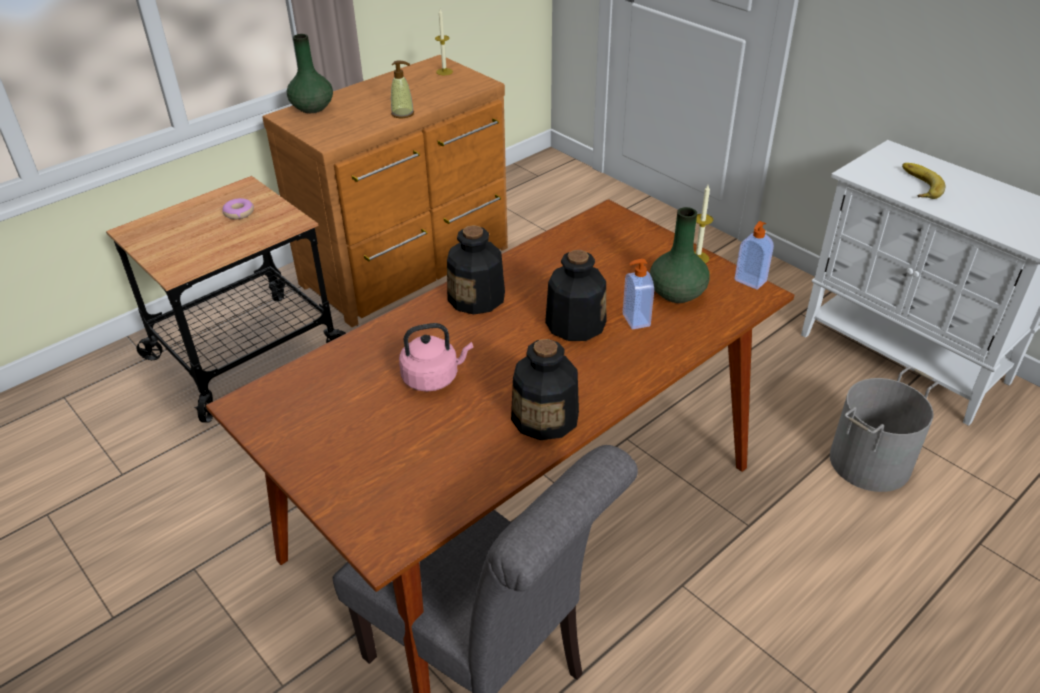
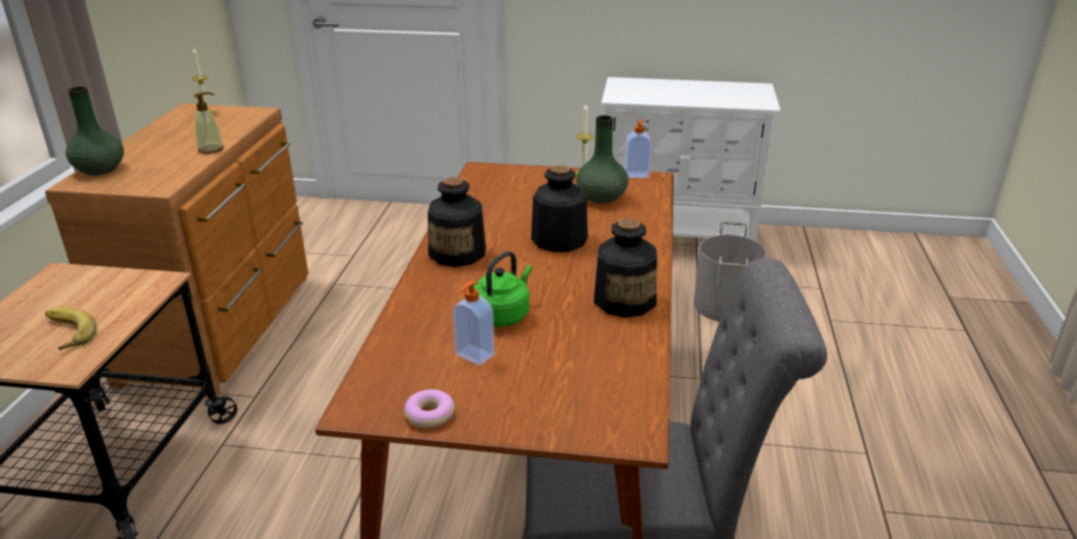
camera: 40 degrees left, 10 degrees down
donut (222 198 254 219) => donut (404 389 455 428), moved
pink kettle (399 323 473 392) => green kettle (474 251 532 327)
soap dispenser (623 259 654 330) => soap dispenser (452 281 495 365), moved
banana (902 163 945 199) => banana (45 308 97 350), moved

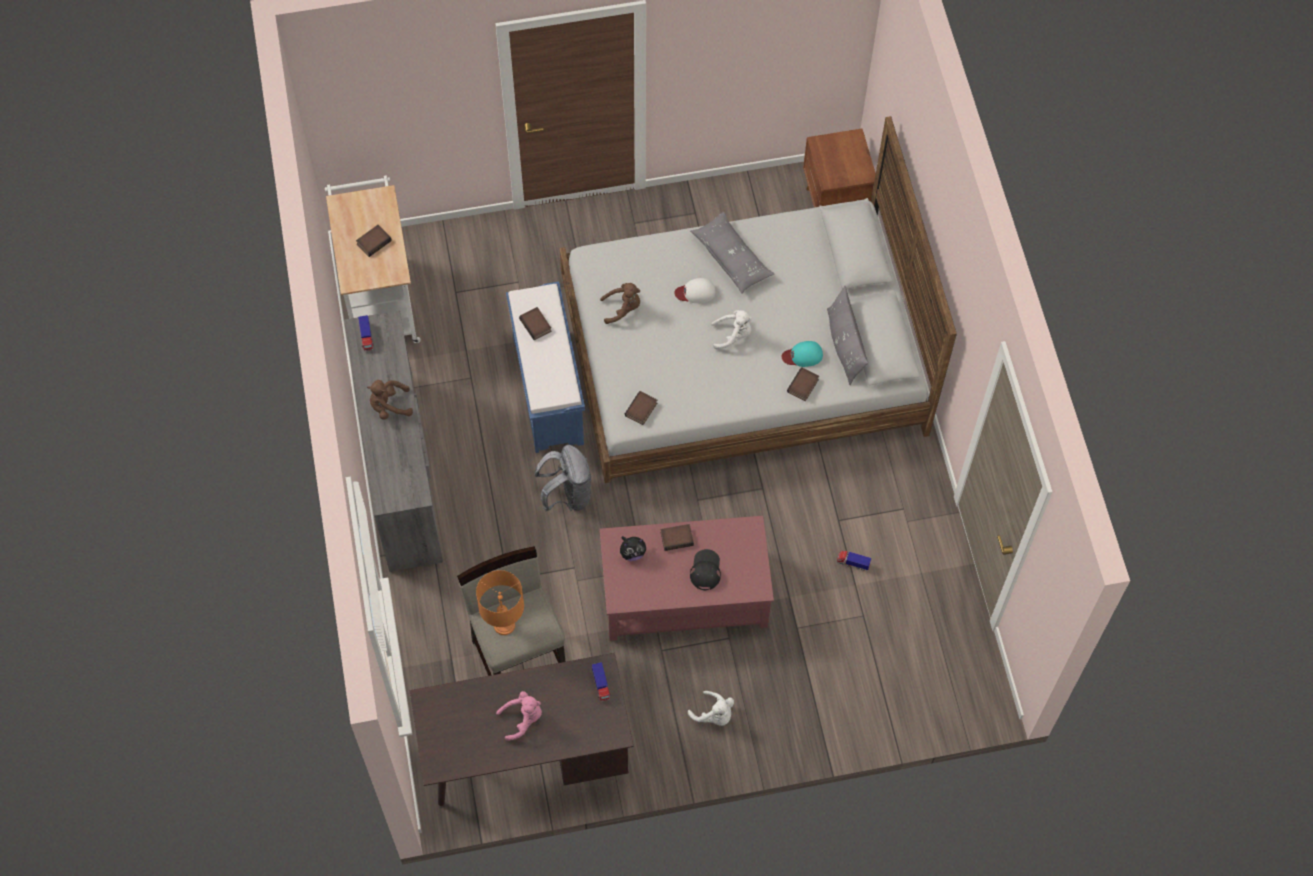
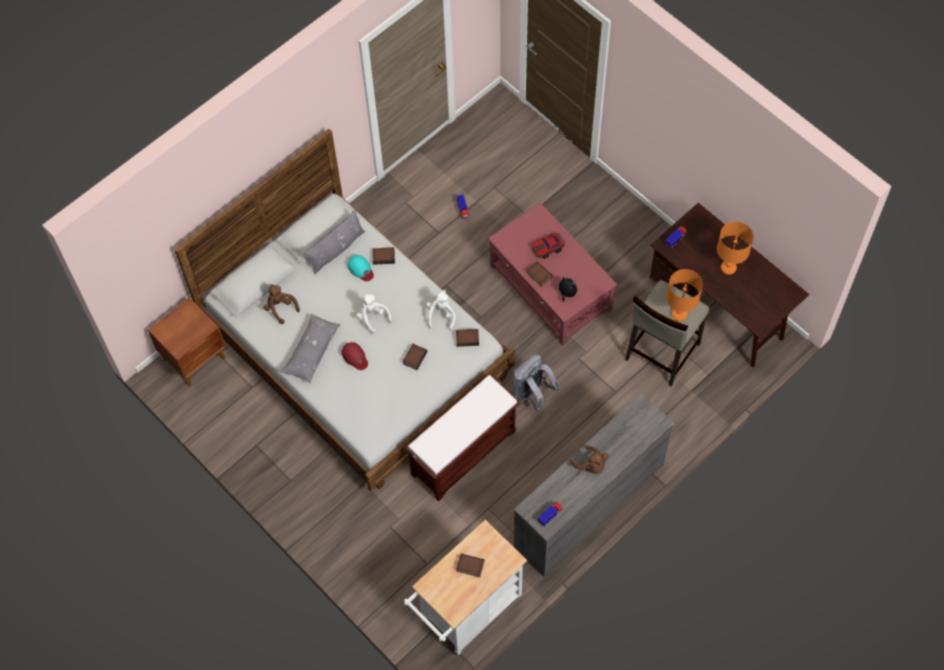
camera: 120 degrees left, 0 degrees up
pink plush toy (496 691 542 741) => orange table lamp (717 222 754 275)
blue bench (506 282 585 453) => brown bench (404 373 521 501)
book (519 307 552 340) => book (402 344 428 370), moved
brown plush toy (600 283 640 324) => brown plush toy (264 284 300 324), moved
white cap (674 278 715 303) => red cap (341 342 368 370)
white plush toy (688 691 734 726) => white plush toy (426 290 456 330), moved
black cap (690 549 721 590) => toy car (532 233 565 259)

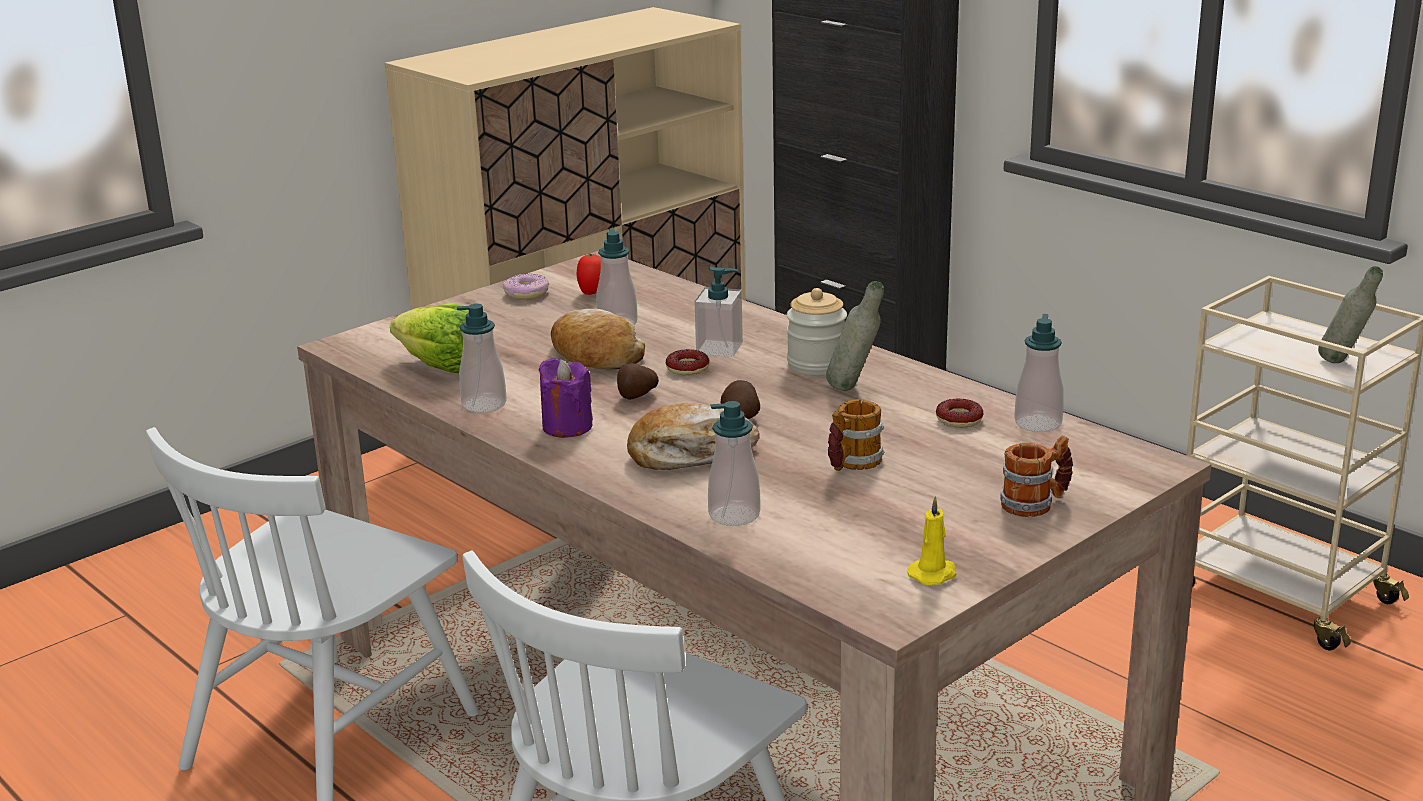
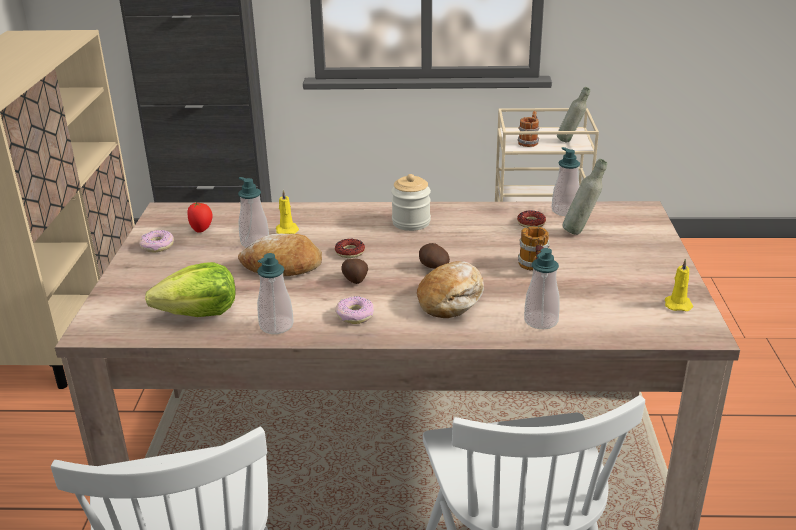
camera: 45 degrees left, 5 degrees up
purple candle (539 358 593 438) => donut (335 296 374 324)
soap dispenser (695 267 743 357) => nothing
grey bottle (826 281 884 391) => grey bottle (562 159 607 235), moved
mug (1000 435 1073 517) => mug (517 111 540 147), moved
nothing => yellow candle (276 190 299 234)

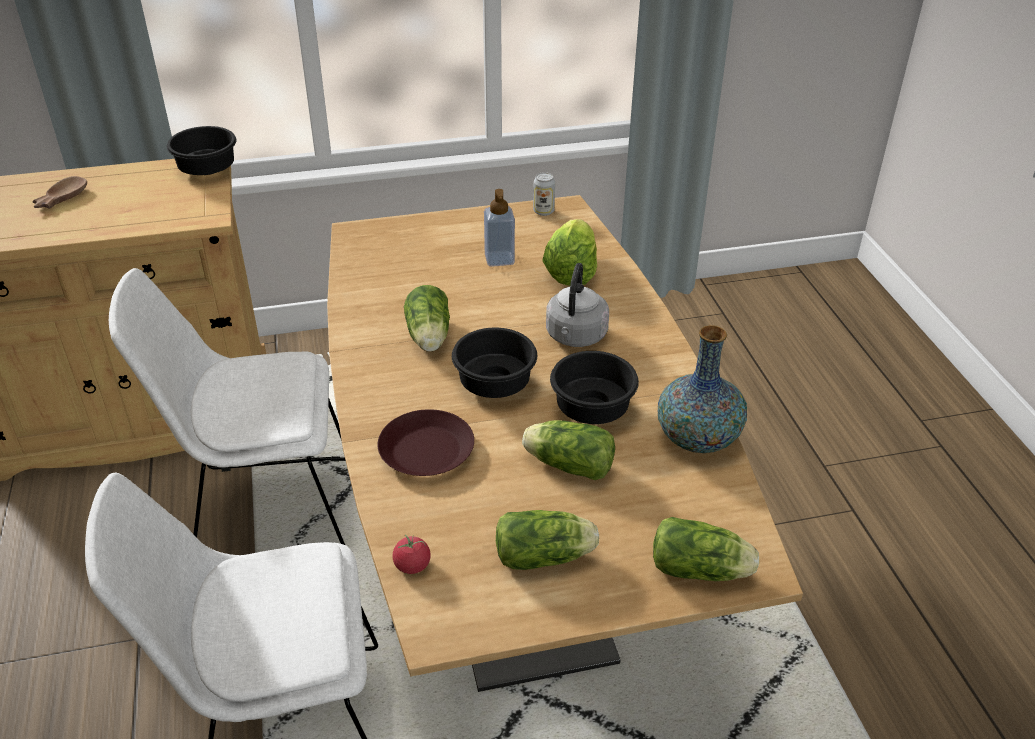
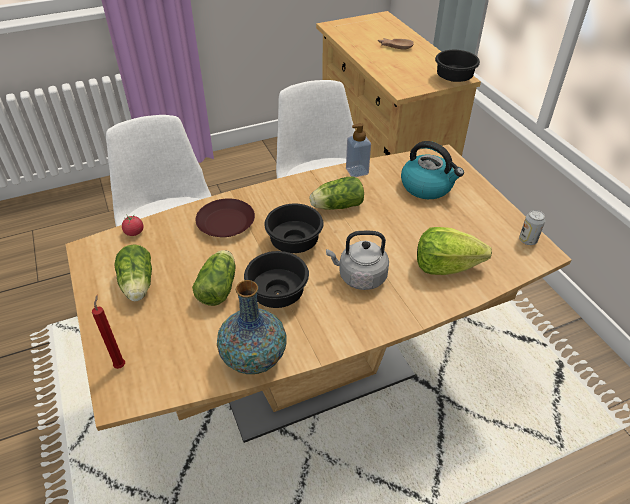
camera: 80 degrees right, 5 degrees up
soap dispenser (484 189 515 267) => soap dispenser (346 123 371 177), moved
lettuce (653 517 760 581) => red candle (92 295 125 369)
nothing => kettle (401 141 464 199)

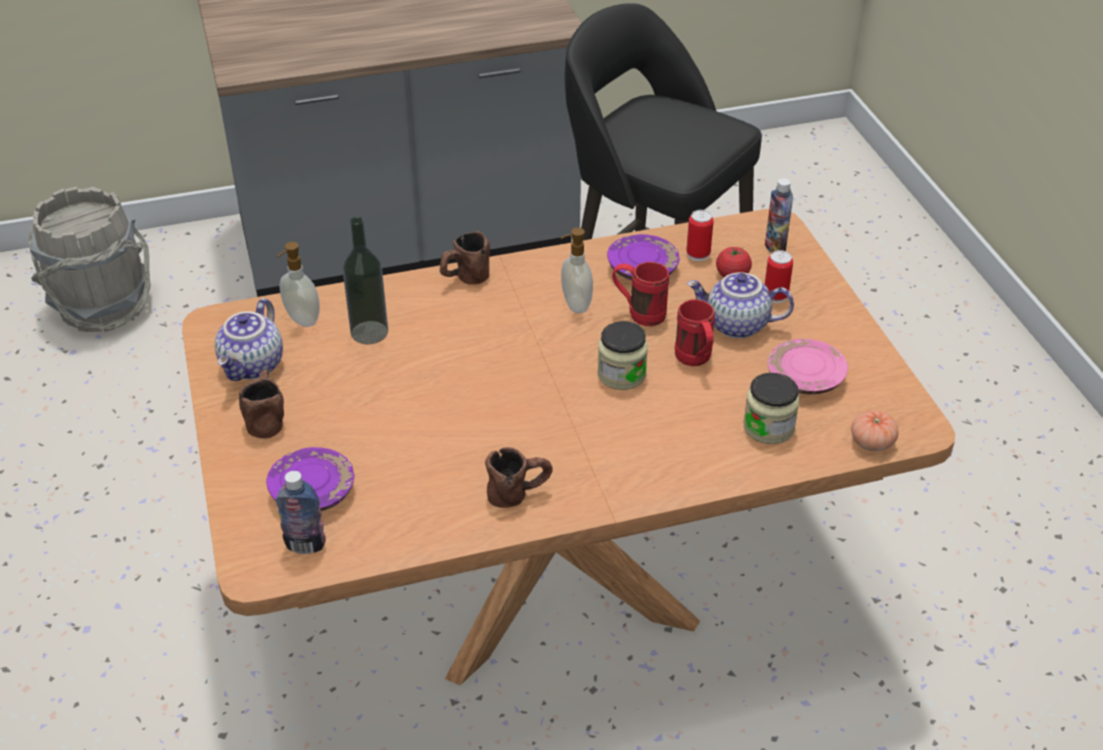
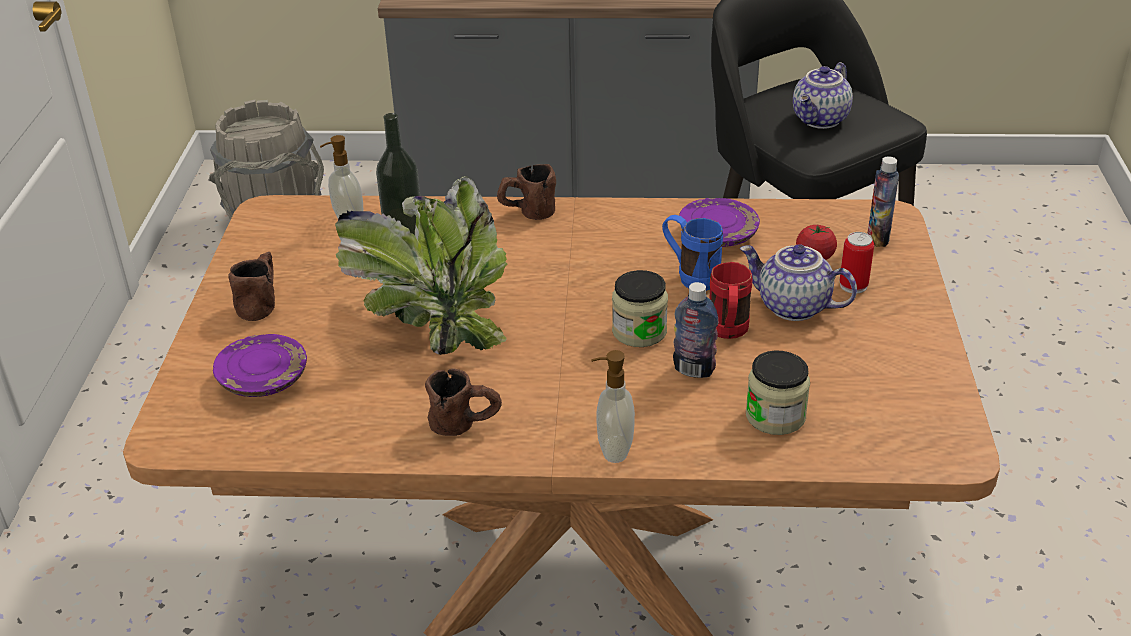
camera: 20 degrees right, 5 degrees down
teapot (215 298 283 381) => teapot (793 62 853 129), moved
bottle (276 471 326 554) => bottle (673 282 718 378), moved
soap dispenser (560 228 593 313) => soap dispenser (592 350 635 463), moved
red mug (612 262 669 326) => blue mug (662 215 723 291)
can (686 210 714 261) => nothing
pink plate (768 339 848 395) => nothing
tomato (851 410 899 451) => nothing
nothing => potted plant (335 176 507 355)

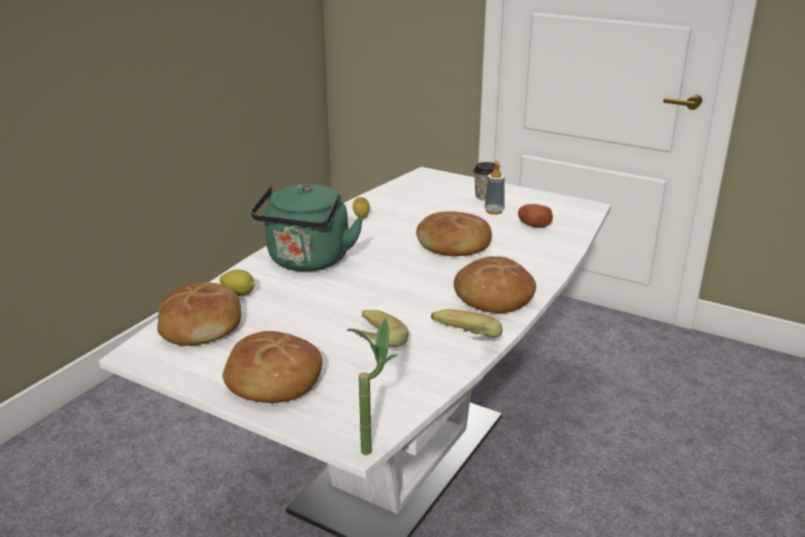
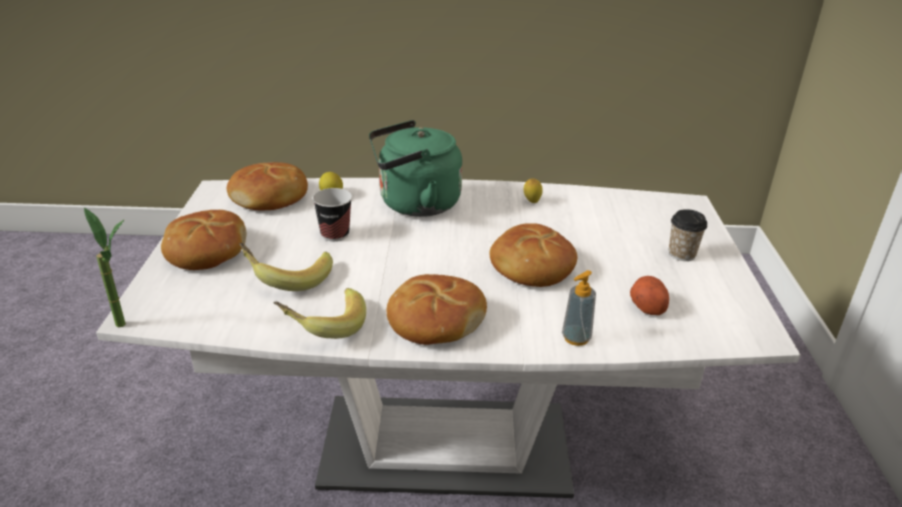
camera: 60 degrees right, 5 degrees up
soap dispenser (485 161 505 215) => soap dispenser (562 270 596 346), moved
nothing => cup (312 188 352 241)

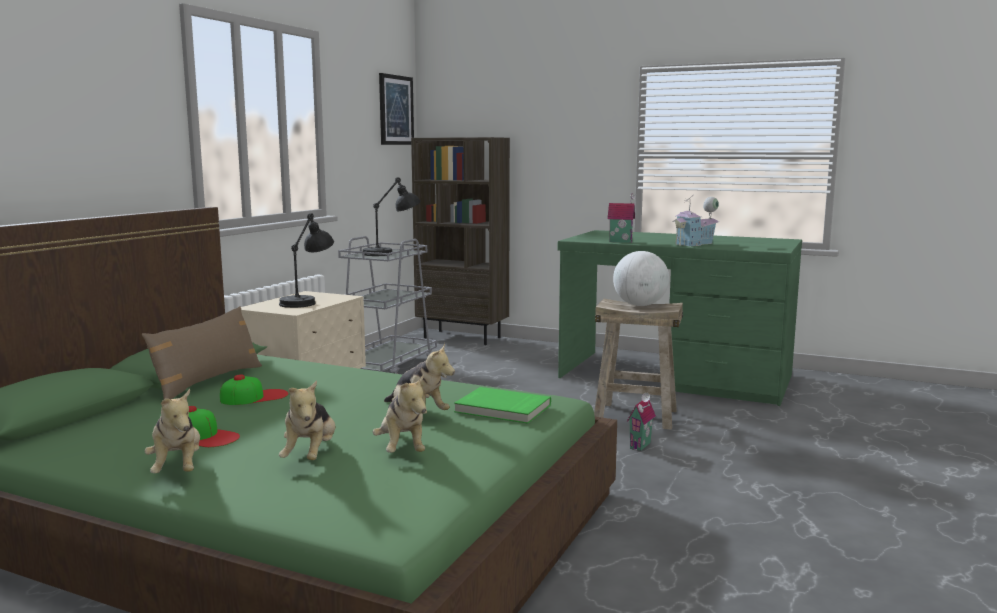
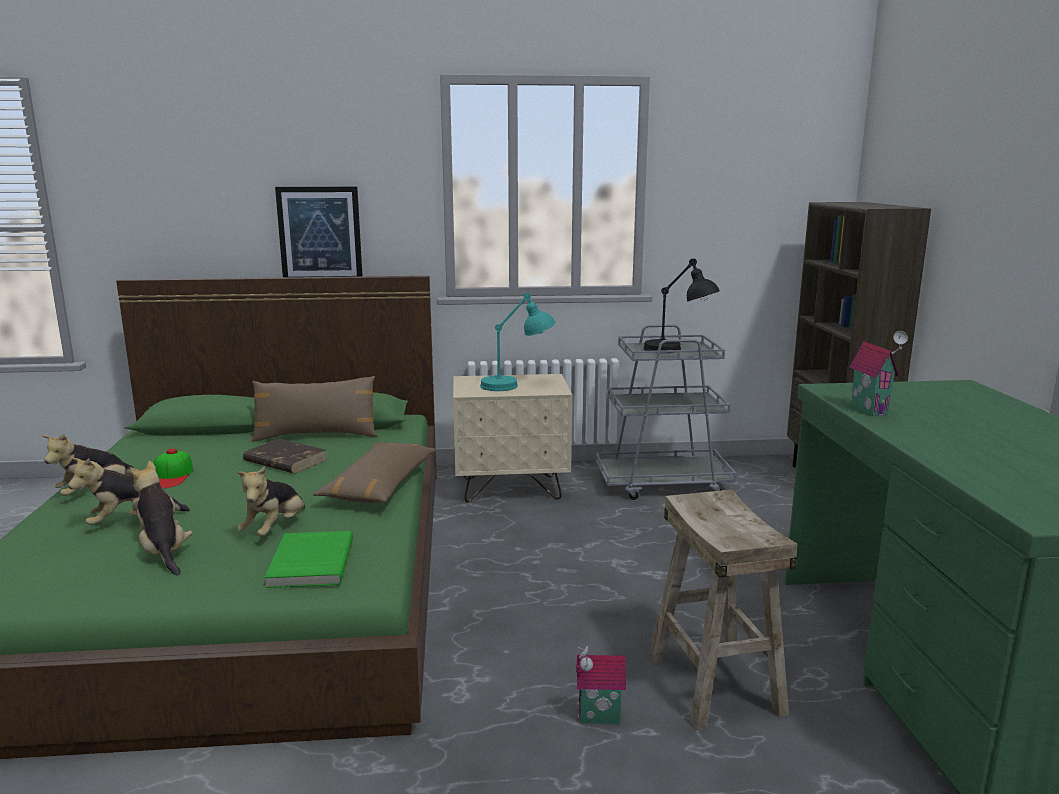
camera: 60 degrees right, 5 degrees up
cap (220 374 289 405) => brown book (243 439 327 474)
black table lamp (279 213 334 308) => turquoise table lamp (480 293 556 391)
plush toy (373 374 426 453) => plush toy (130 461 193 575), 105 degrees clockwise
picture (379 73 414 145) => picture (275 186 363 277), moved
globe (613 251 669 306) => nothing
toy house (672 195 719 246) => nothing
nothing => brown pillow (313 442 436 503)

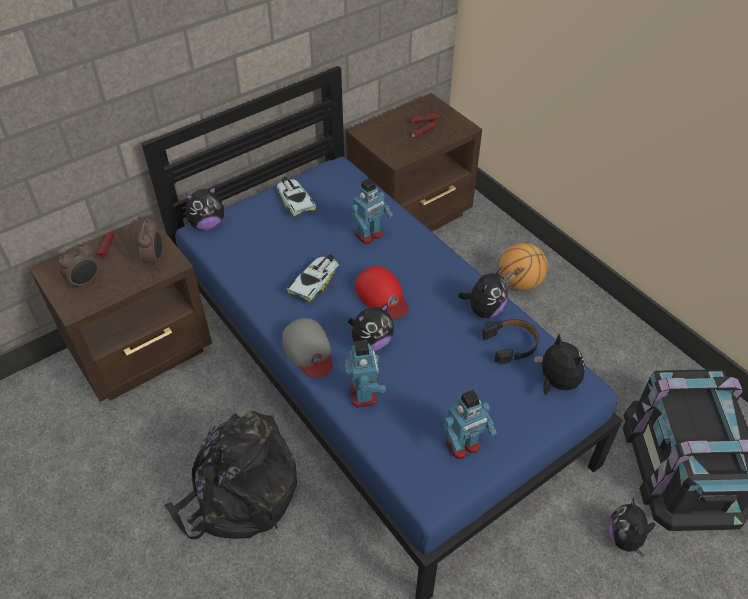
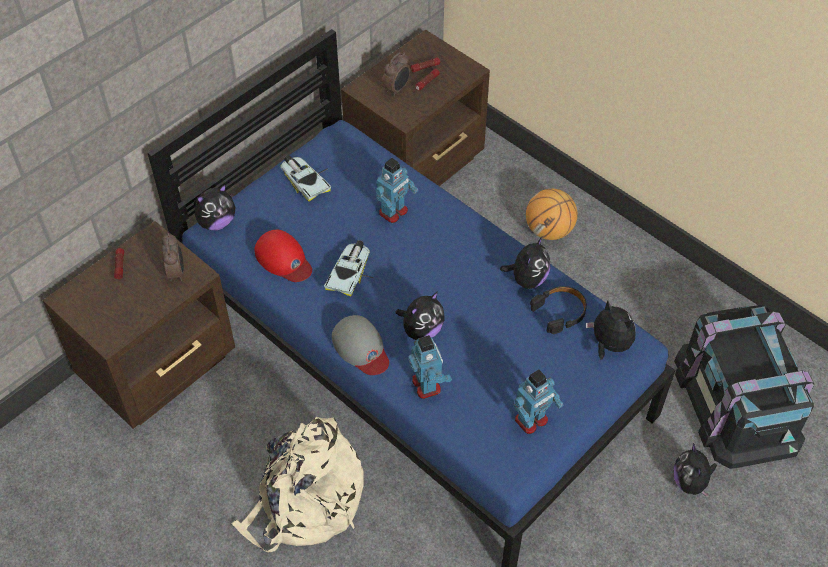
camera: 10 degrees left, 5 degrees up
alarm clock (59 244 99 290) => alarm clock (382 52 410 97), moved
black backpack (165 411 297 539) => beige backpack (232 417 364 552)
red cap (355 266 409 319) => red cap (254 230 312 282), moved

